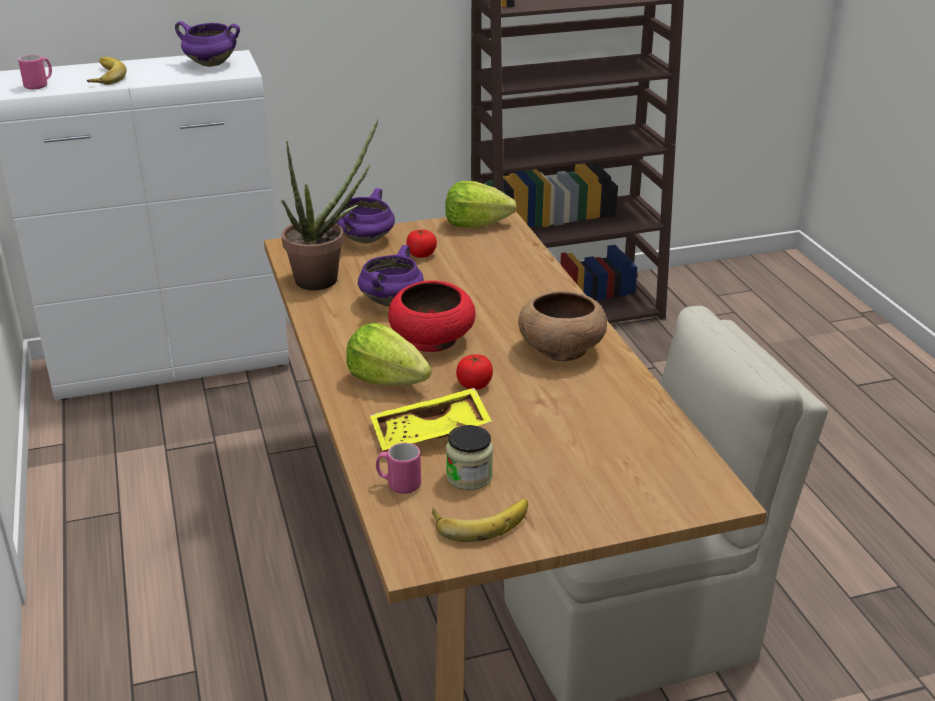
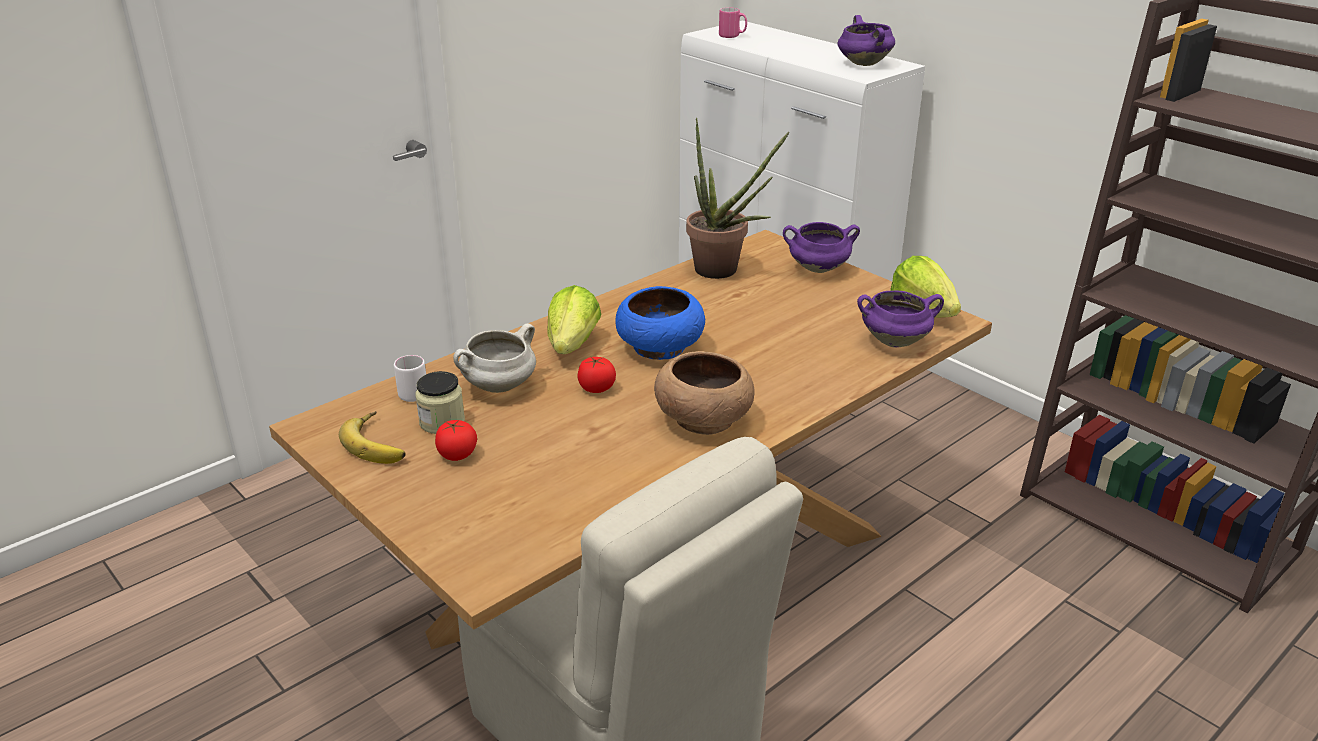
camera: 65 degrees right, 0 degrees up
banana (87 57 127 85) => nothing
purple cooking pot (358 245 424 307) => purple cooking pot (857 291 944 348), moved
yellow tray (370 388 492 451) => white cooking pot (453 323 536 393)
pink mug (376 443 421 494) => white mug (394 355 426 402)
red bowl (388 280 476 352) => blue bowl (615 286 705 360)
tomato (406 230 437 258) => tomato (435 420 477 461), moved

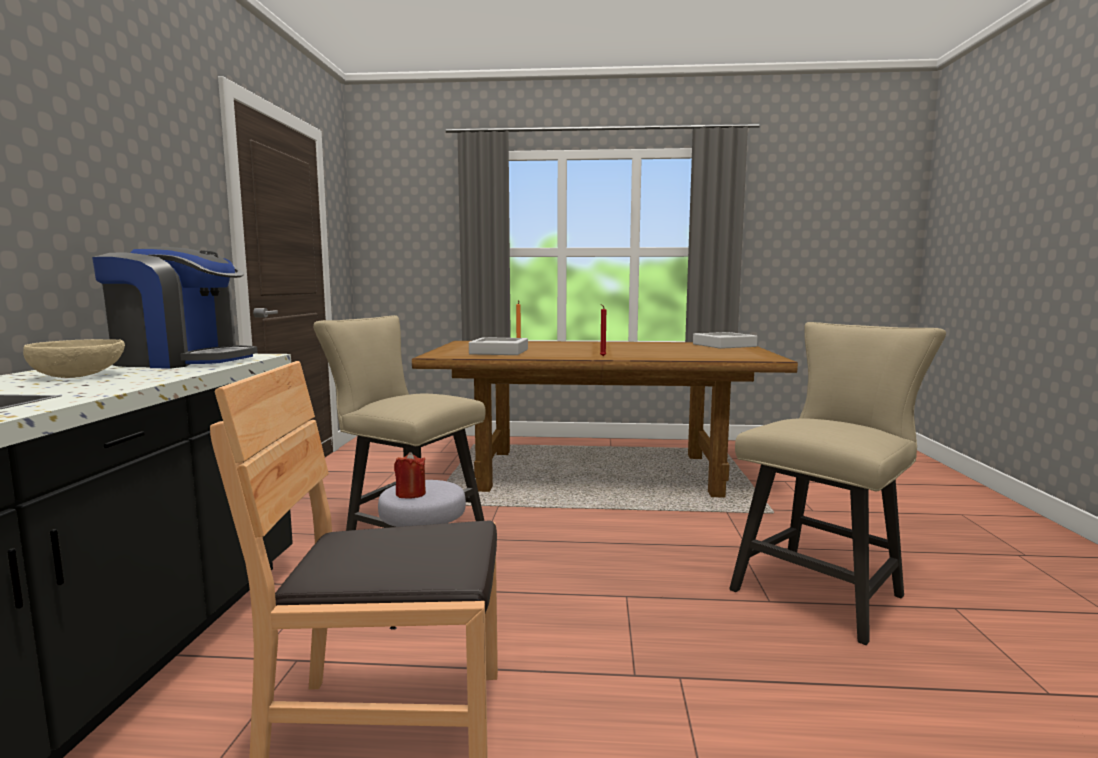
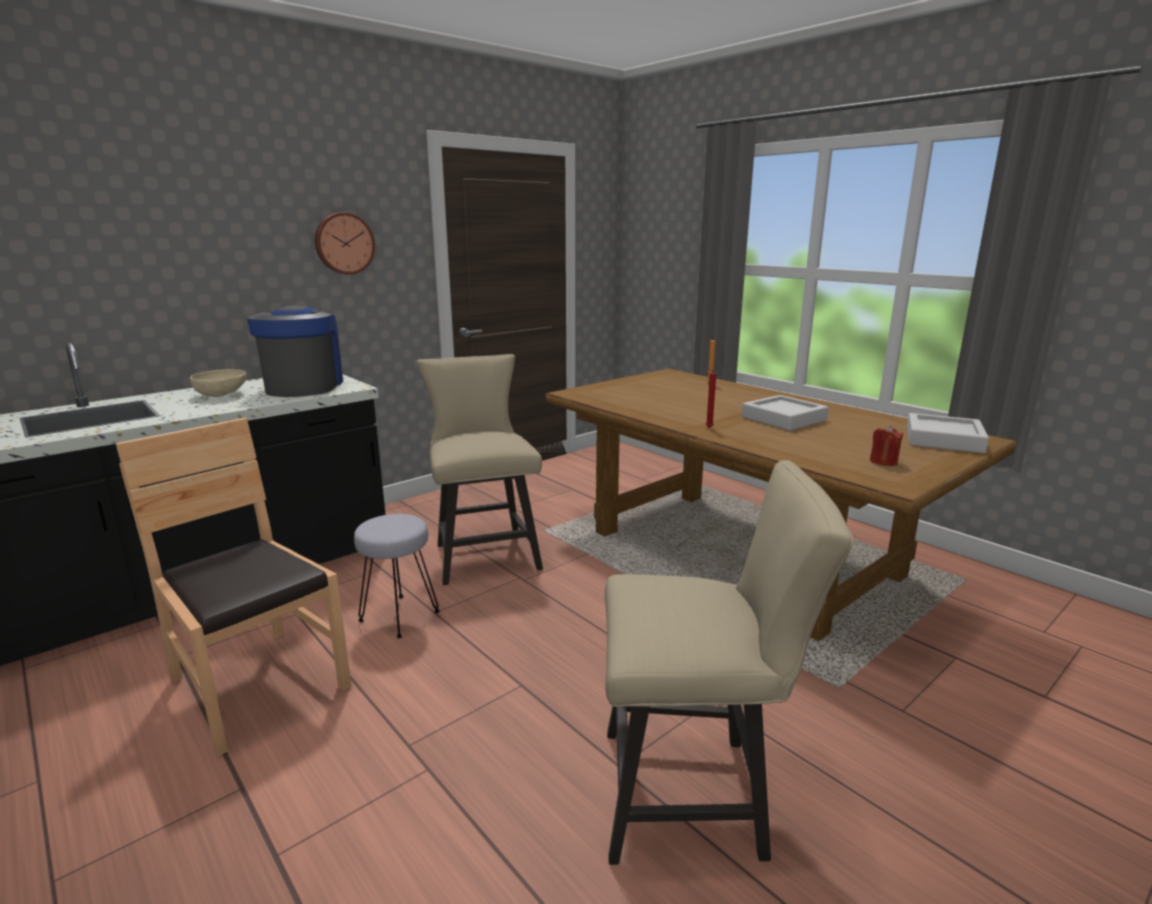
camera: 45 degrees right, 10 degrees up
coffee machine (92 247 258 369) => coffee machine (247 305 343 397), 150 degrees counterclockwise
red candle (394 452 426 499) => red candle (870 425 904 466), moved
grey tray (469 337 528 355) => grey tray (742 395 829 431), moved
nothing => wall clock (315 213 375 275)

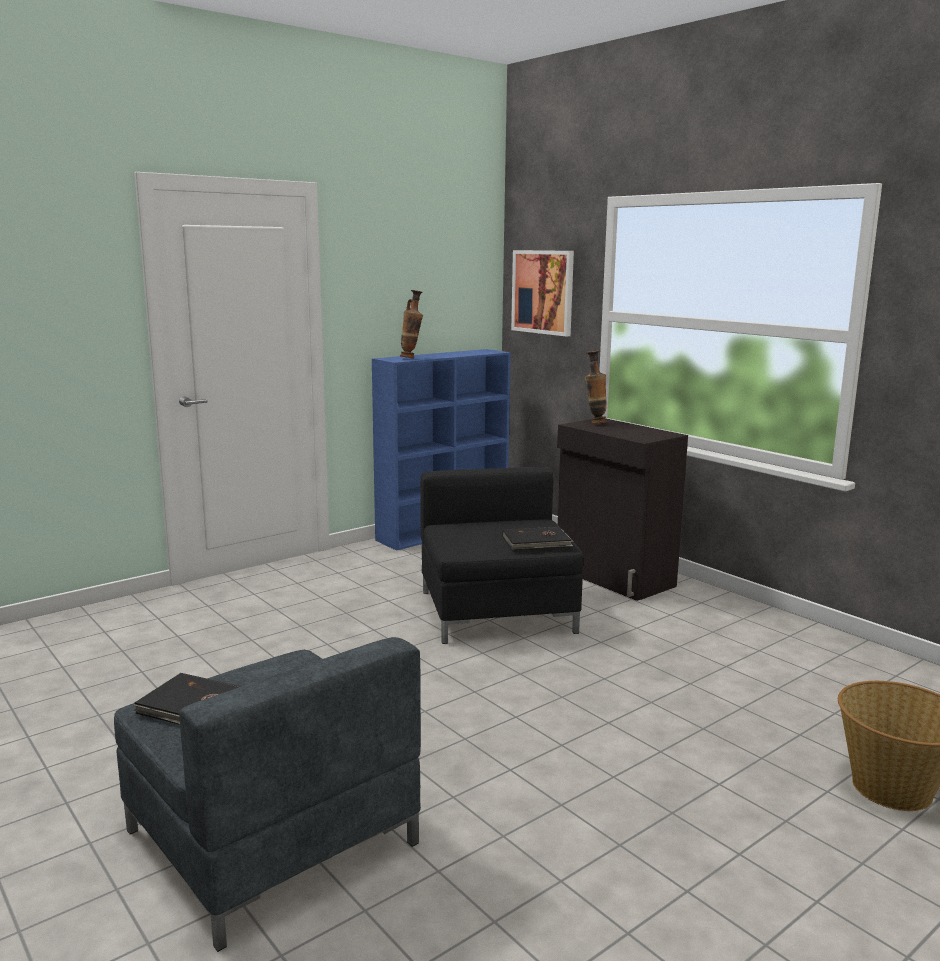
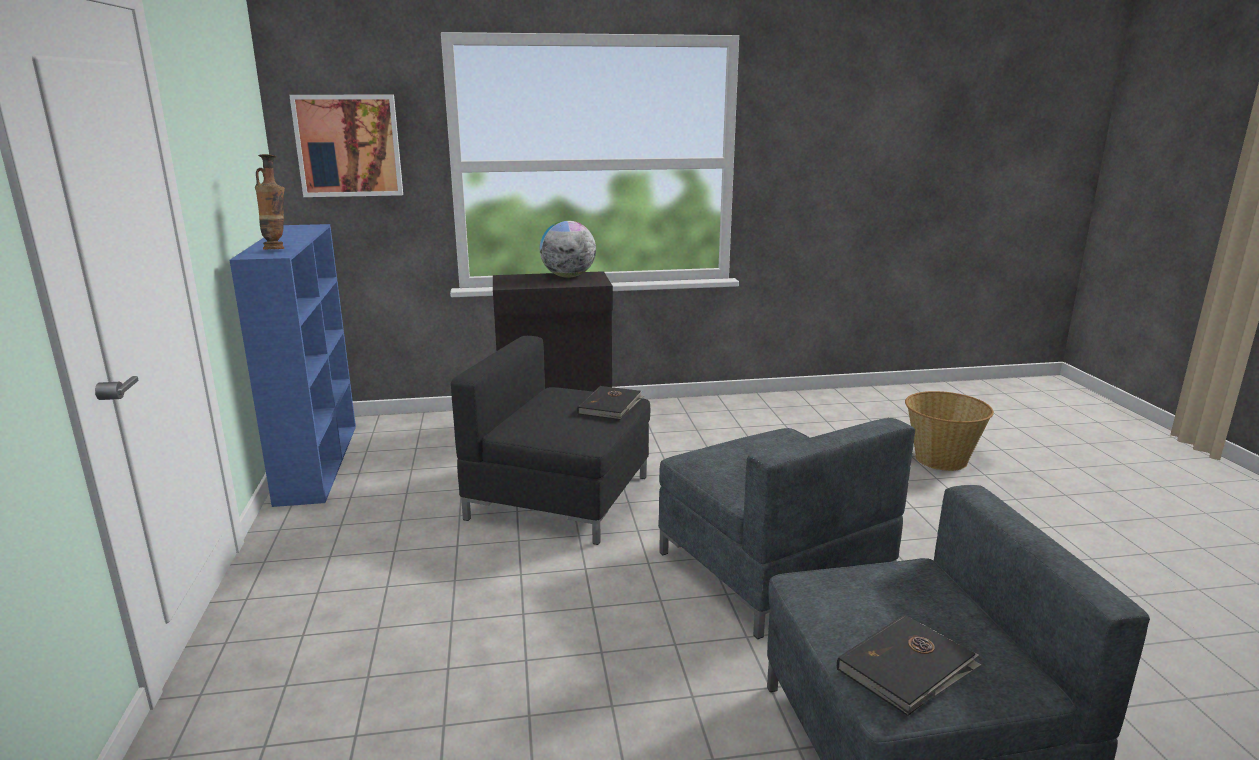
camera: 60 degrees left, 5 degrees up
vase (585 351 607 424) => nothing
nothing => globe (540 220 596 278)
nothing => grey armchair (658 418 915 639)

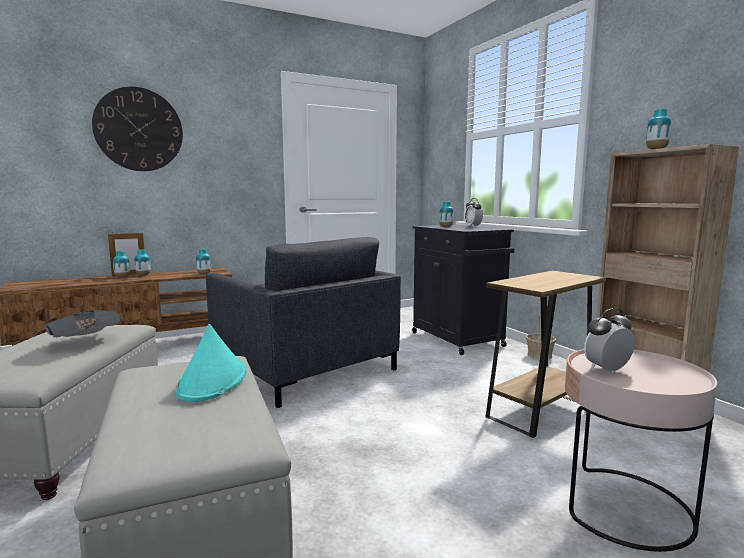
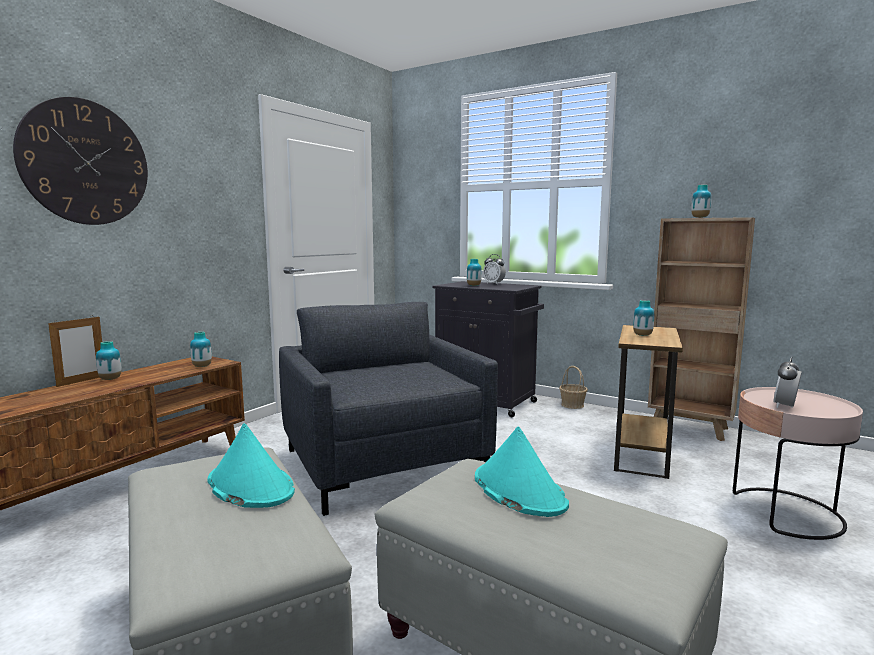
camera: 30 degrees left, 0 degrees up
newspaper (43 310 122 337) => turquoise hat (207 423 295 508)
vase (113 251 130 278) => vase (633 300 654 336), moved
grey armchair (206 237 401 408) => grey armchair (279 302 498 516), 135 degrees counterclockwise

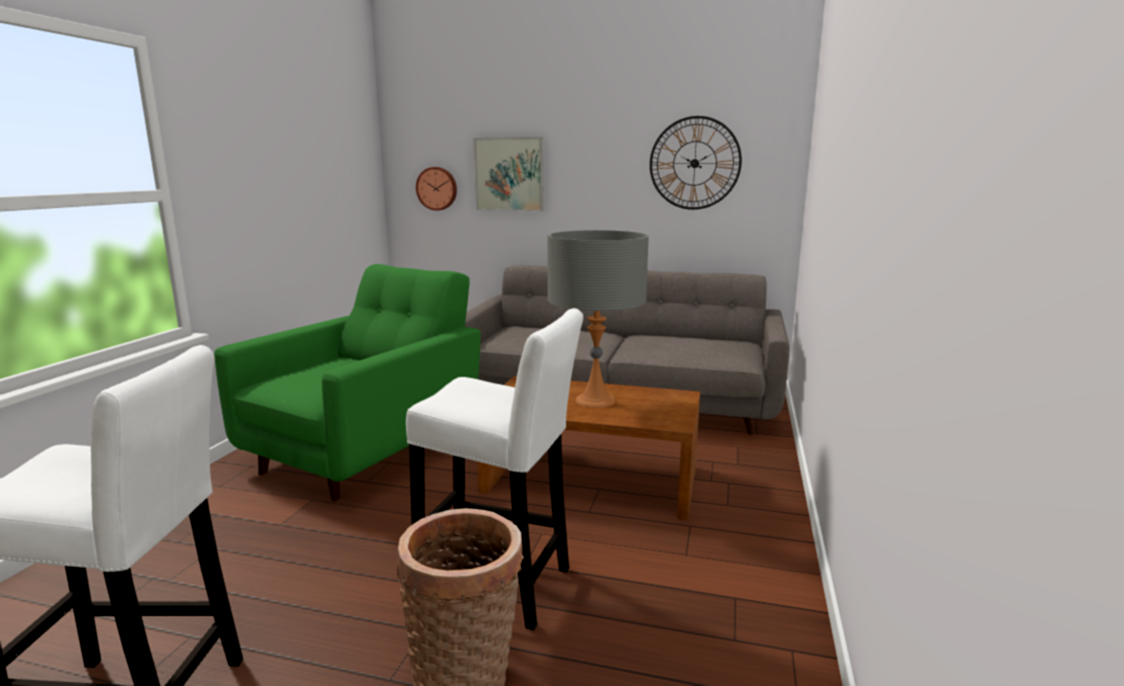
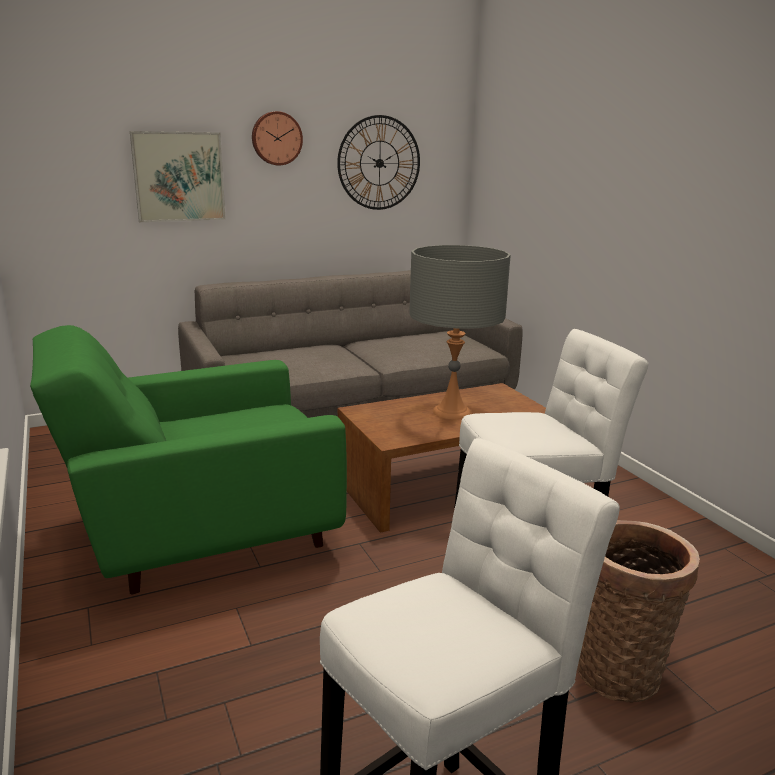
camera: 40 degrees left, 5 degrees up
green armchair (214 264 481 501) => green armchair (30 325 347 594), 105 degrees counterclockwise
wall clock (416 167 457 211) => wall clock (252 111 303 166), moved

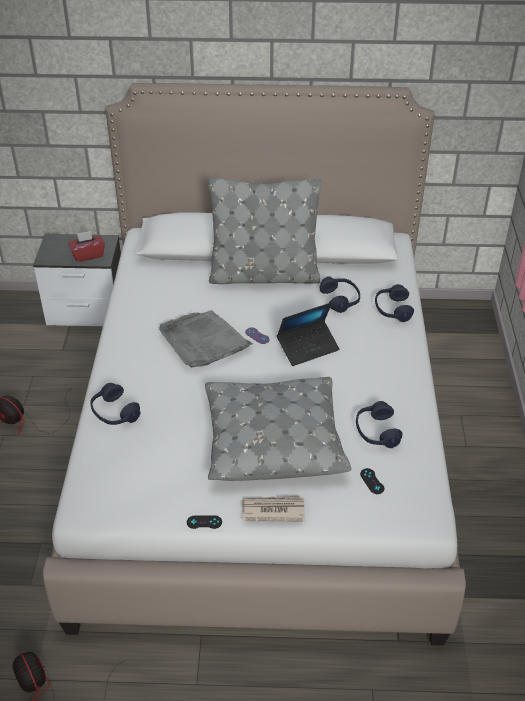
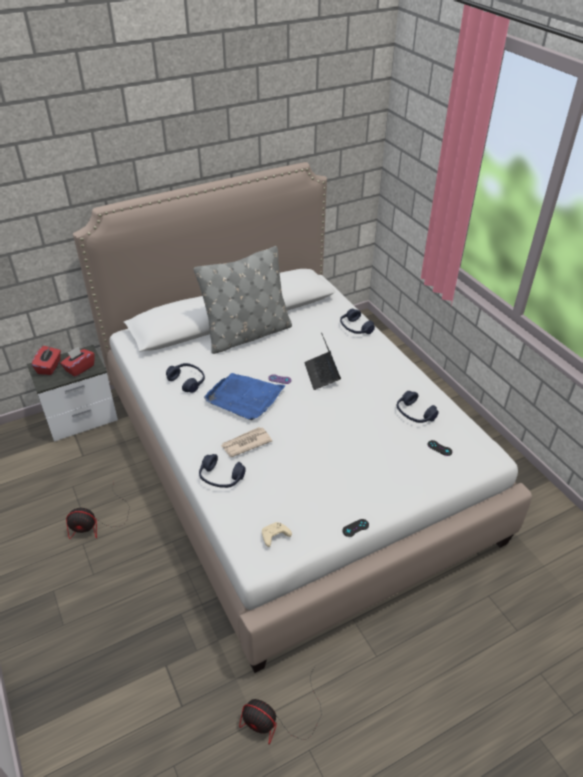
camera: 30 degrees left, 0 degrees up
grey tray (159 310 253 368) => blue tray (204 373 286 420)
grey pillow (205 377 352 481) => nothing
newspaper (242 496 305 522) => newspaper (221 427 272 457), moved
laptop (277 302 340 366) => laptop (304 332 341 390), 135 degrees clockwise
blue headphones (320 276 360 313) => blue headphones (166 363 205 393), moved
nothing => red tissue box (32 346 61 375)
nothing => beige game controller (262 522 292 547)

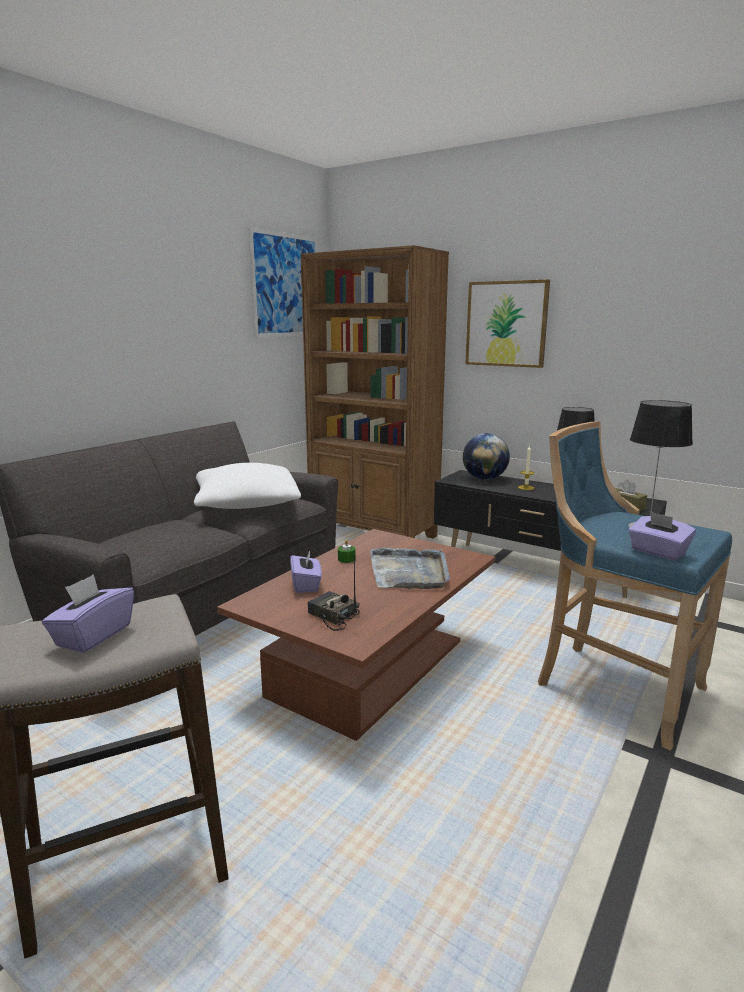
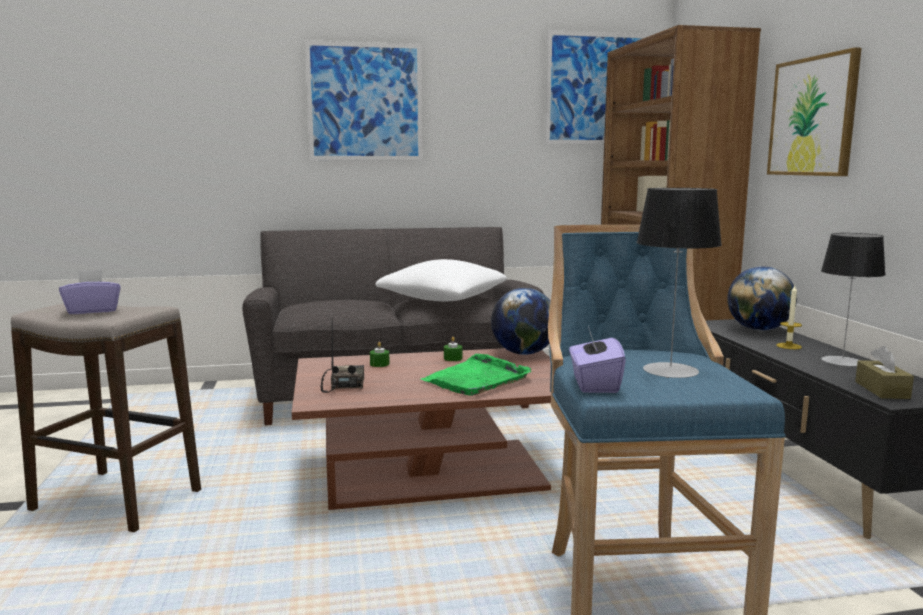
camera: 45 degrees right, 5 degrees down
purple tissue box (290 550 322 593) => green candle (370 342 390 367)
grey tray (370 548 450 589) => green tray (421 354 531 396)
nothing => picture (305 40 423 160)
nothing => globe (491 288 551 355)

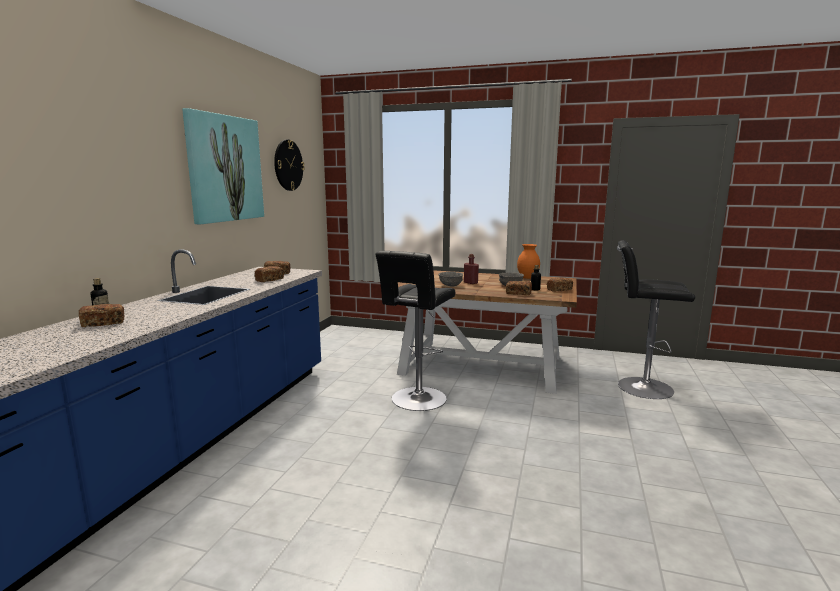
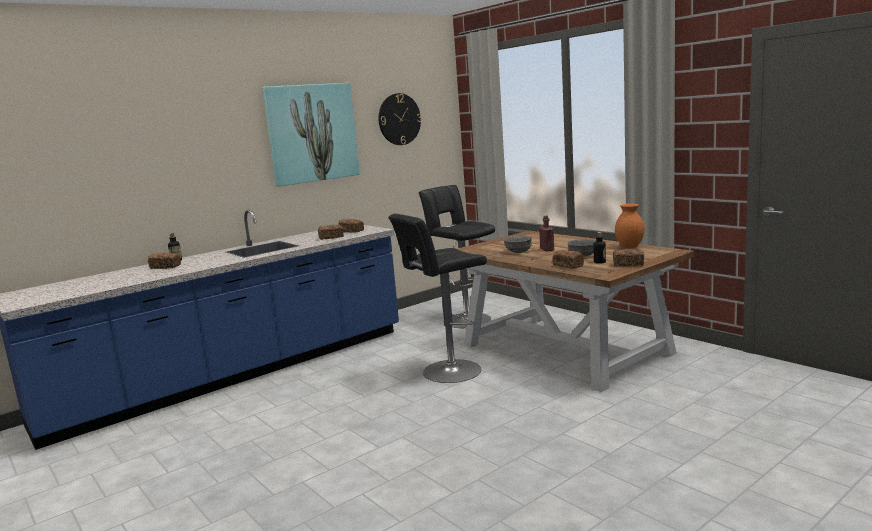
camera: 35 degrees right, 0 degrees up
black stool (618 240 695 399) => black stool (419 185 495 328), moved

